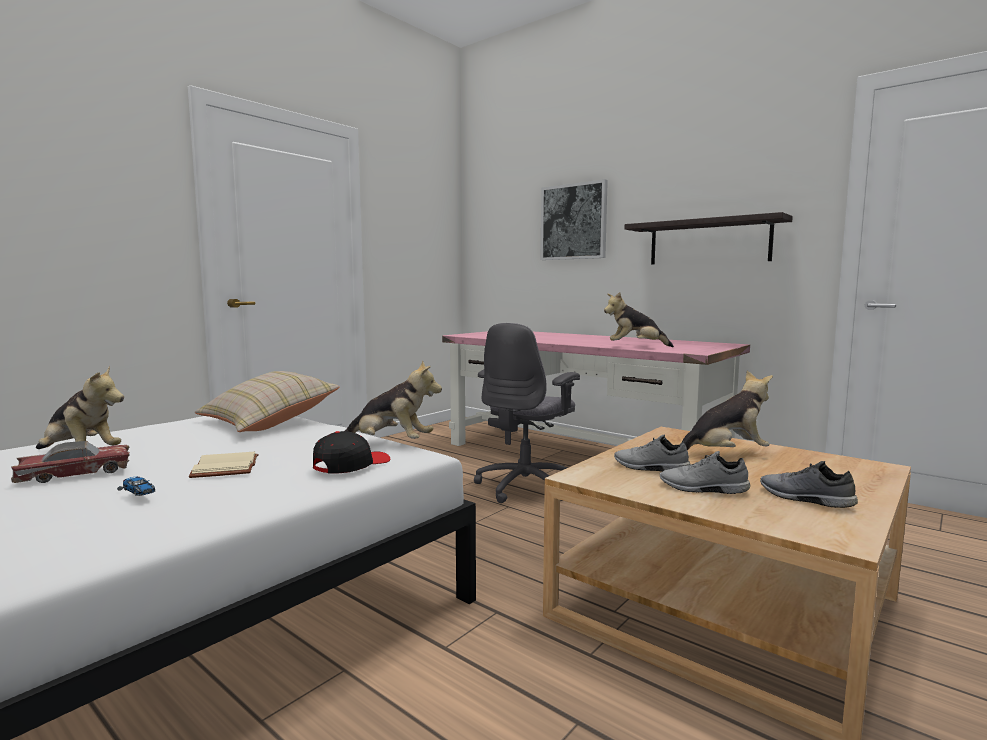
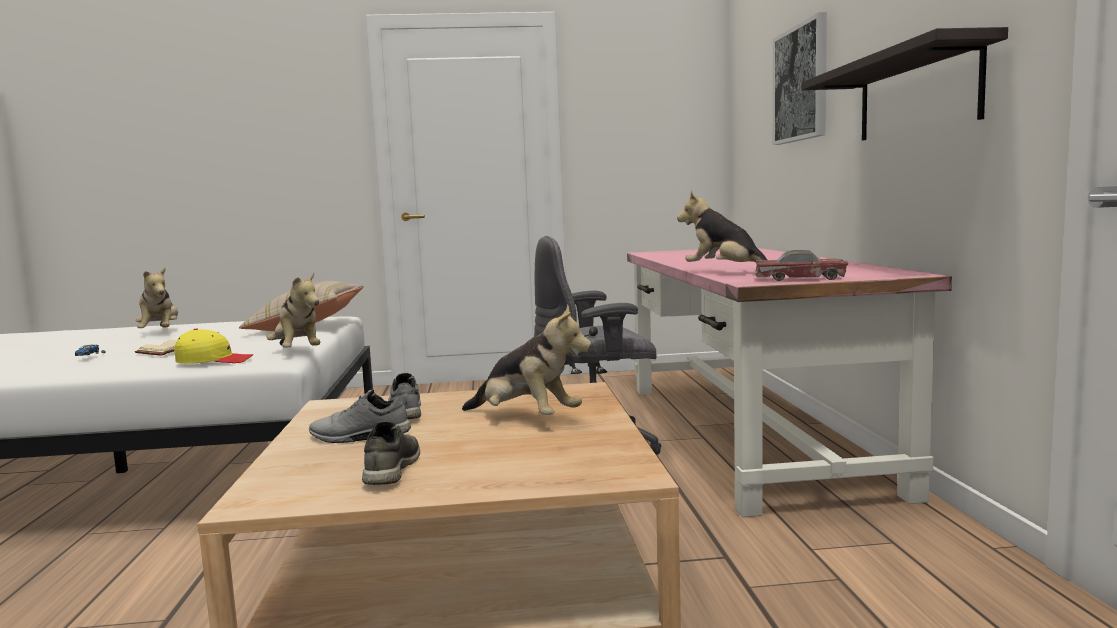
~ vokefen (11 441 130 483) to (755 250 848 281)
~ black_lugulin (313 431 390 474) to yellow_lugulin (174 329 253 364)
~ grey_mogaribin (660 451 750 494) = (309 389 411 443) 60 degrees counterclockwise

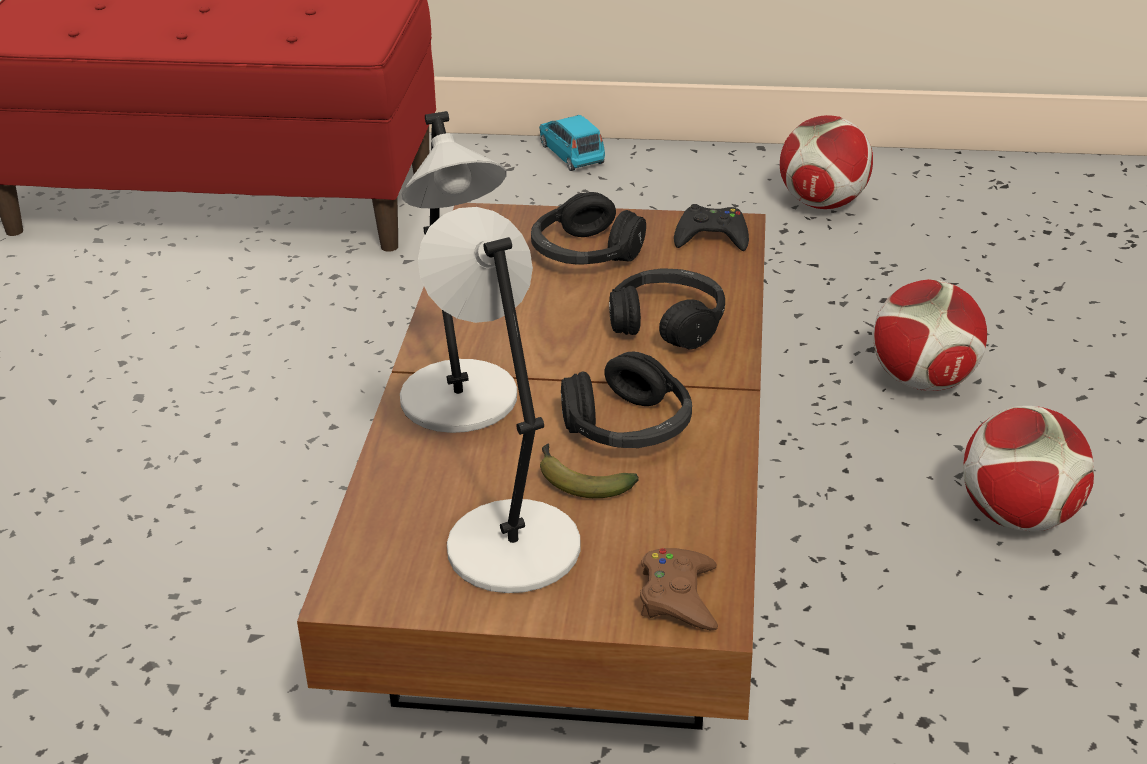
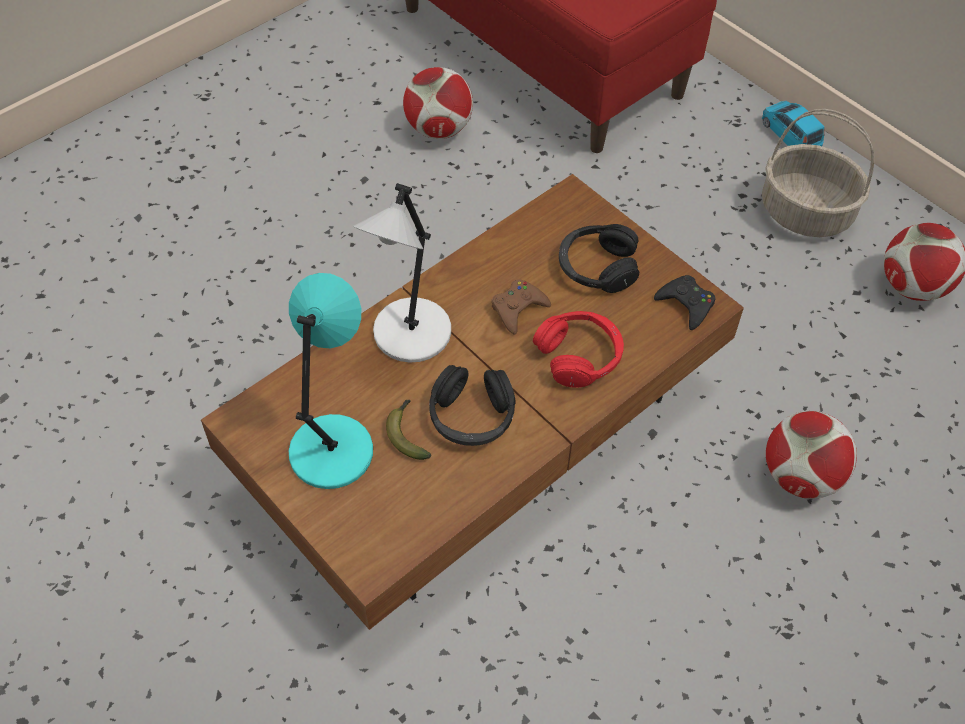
~ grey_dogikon (418 207 580 593) to turquoise_dogikon (289 273 373 489)
~ blue_vokefen (539 115 605 171) = (762 101 825 146) 45 degrees counterclockwise
~ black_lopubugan (609 268 725 350) to red_lopubugan (533 311 624 388)
~ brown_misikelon (640 548 718 630) to (491 279 551 335)
~ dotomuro (963 406 1094 531) to (403 67 473 139)
+ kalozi (762 109 875 237)

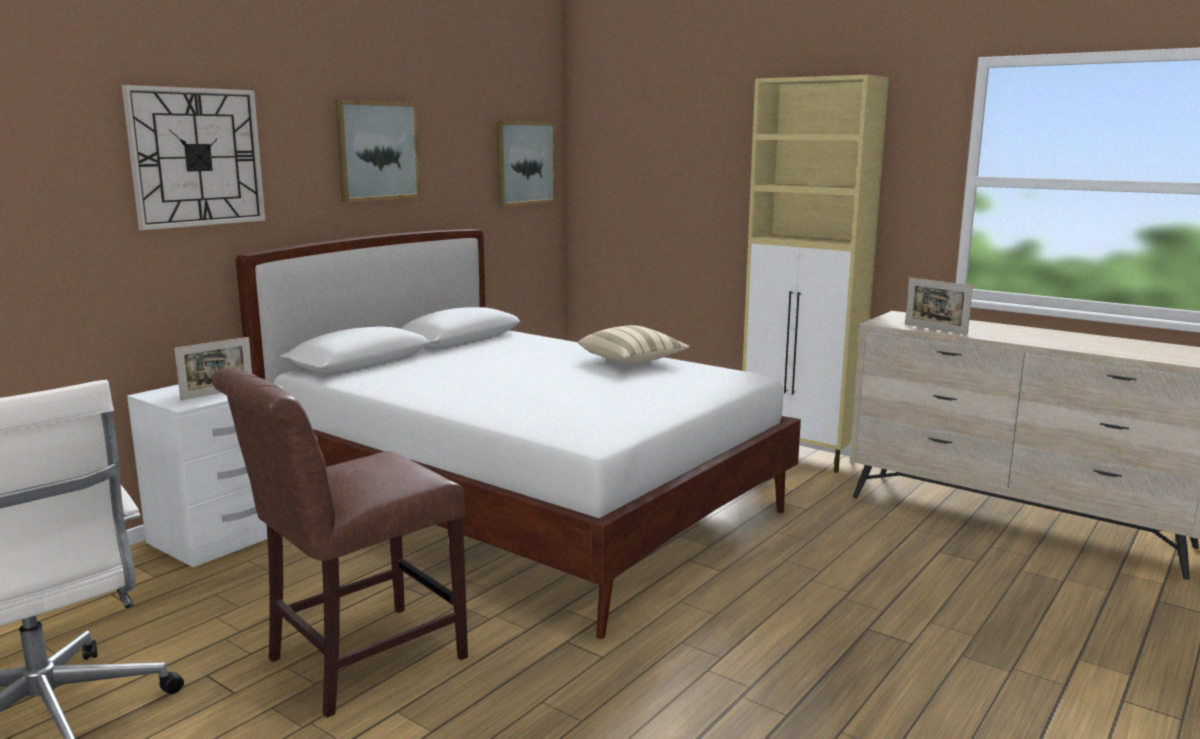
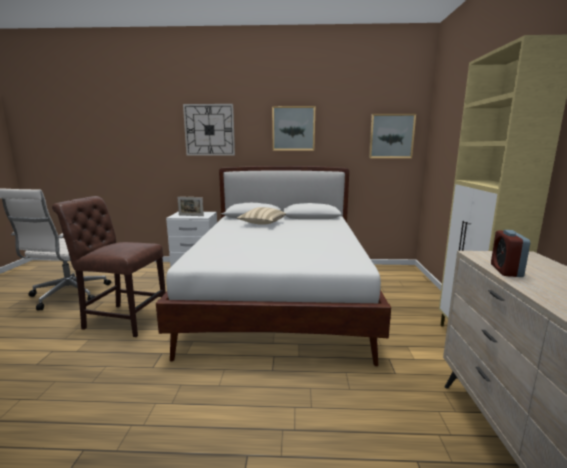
~ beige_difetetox (578 325 690 363) to (237 207 286 225)
~ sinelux (905 278 973 335) to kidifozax (491 230 530 277)

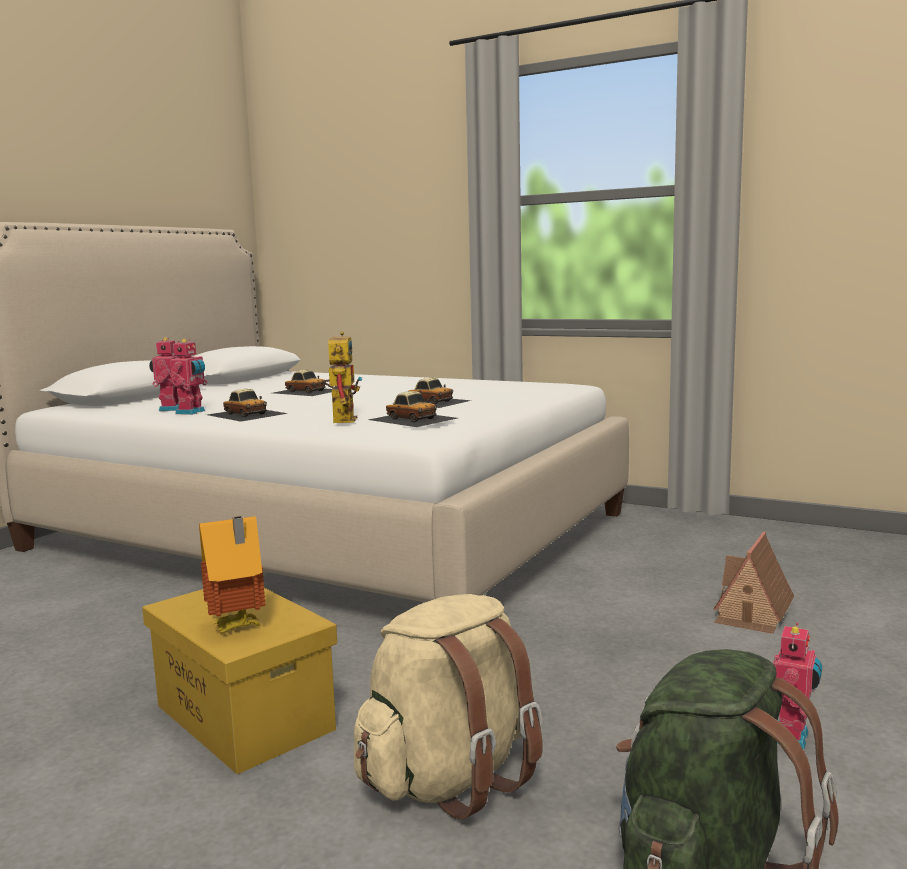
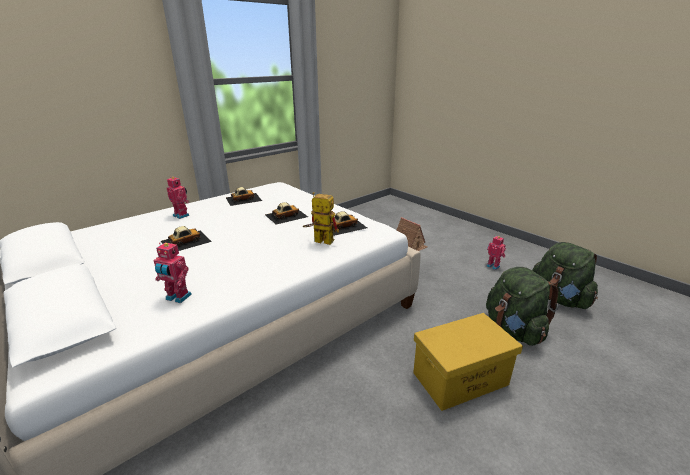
~ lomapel (170 339 208 415) to (167 177 190 219)
- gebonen (199 516 265 633)
~ vokefen (207 389 288 422) to (226 187 262 206)
~ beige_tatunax (354 594 543 820) to green_tatunax (486 267 558 346)

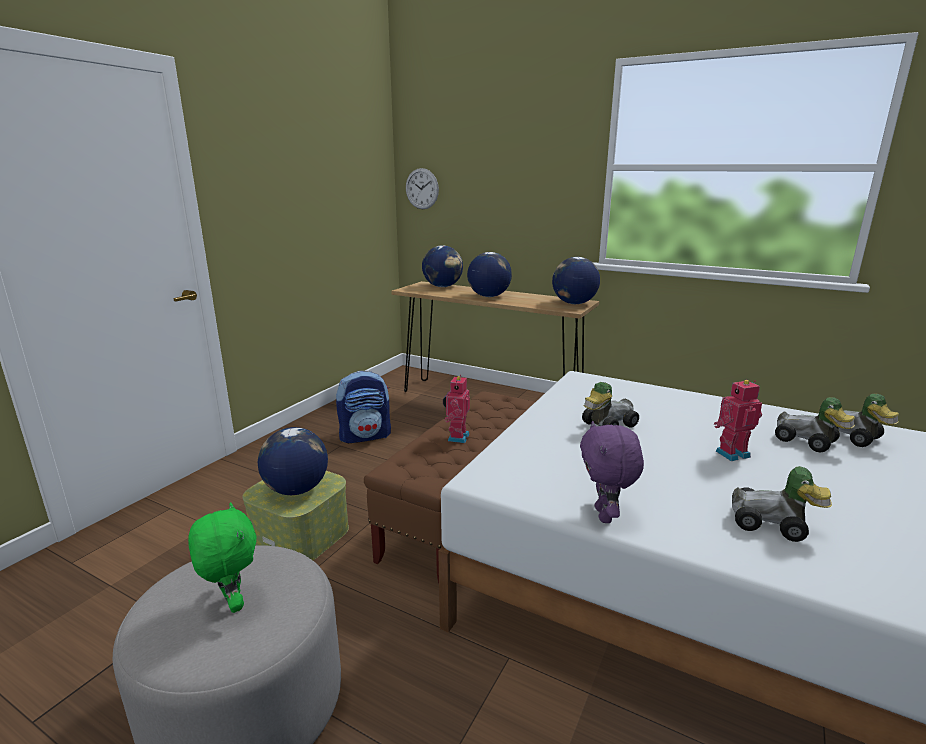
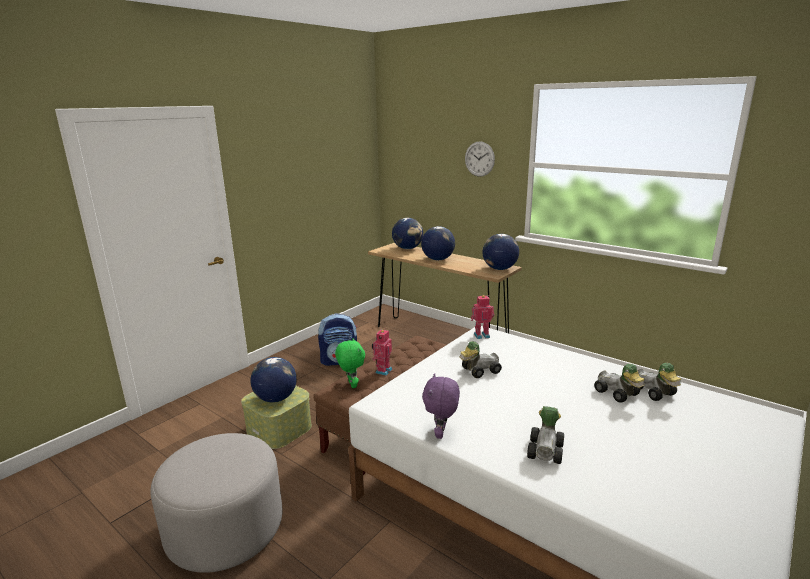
~ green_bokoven (188 502 257 613) to (335 338 365 388)
~ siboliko (406 168 439 209) to (465 141 495 177)
~ lomapel (714 380 762 461) to (471 295 494 339)
~ vokefen (732 466 832 542) = (527 406 564 464) 105 degrees counterclockwise

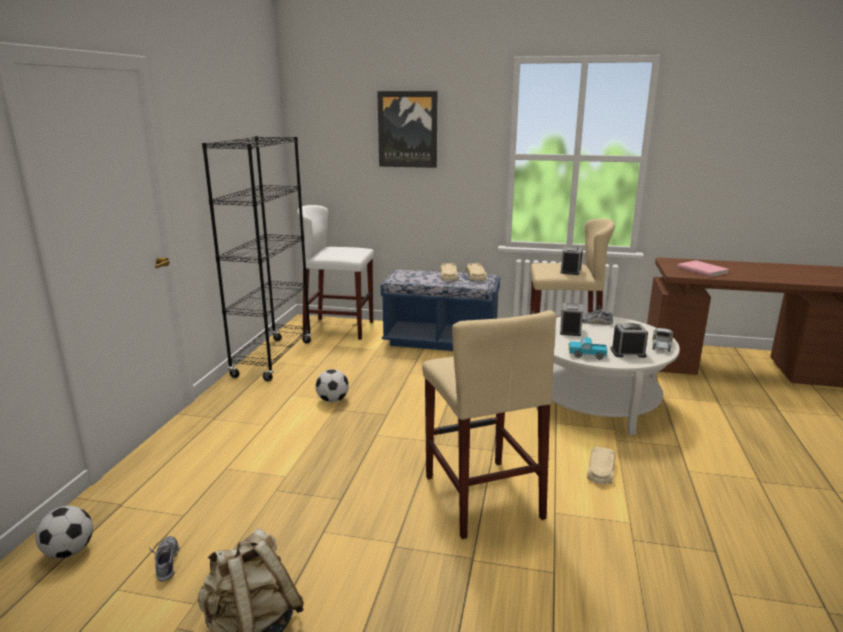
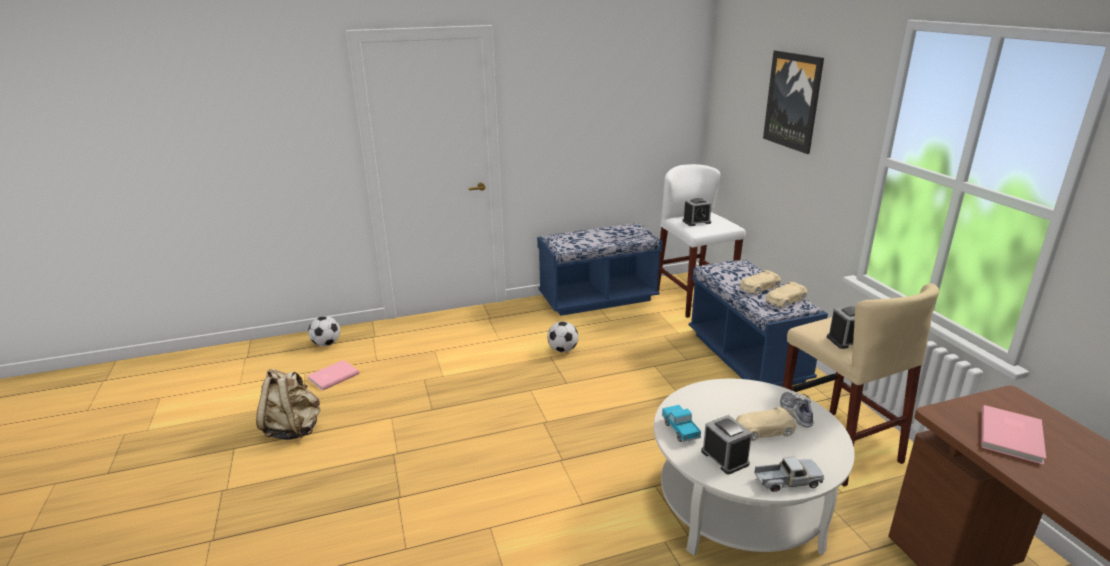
~ mogaribin (148 536 181 582) to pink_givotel (307 360 359 391)
~ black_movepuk (202 136 312 381) to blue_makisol (537 223 663 316)
- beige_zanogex (422 310 556 539)
~ kidifozax (560 303 583 336) to (683 198 712 226)
~ beige_vokefen (587 447 616 484) to (736 407 796 441)

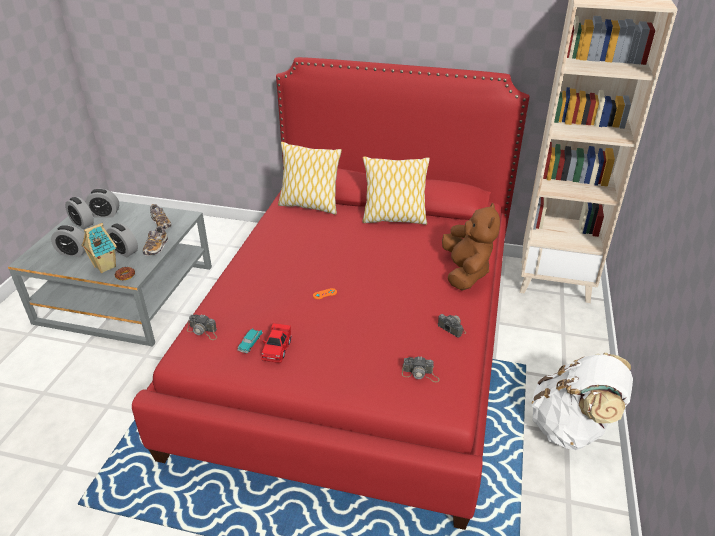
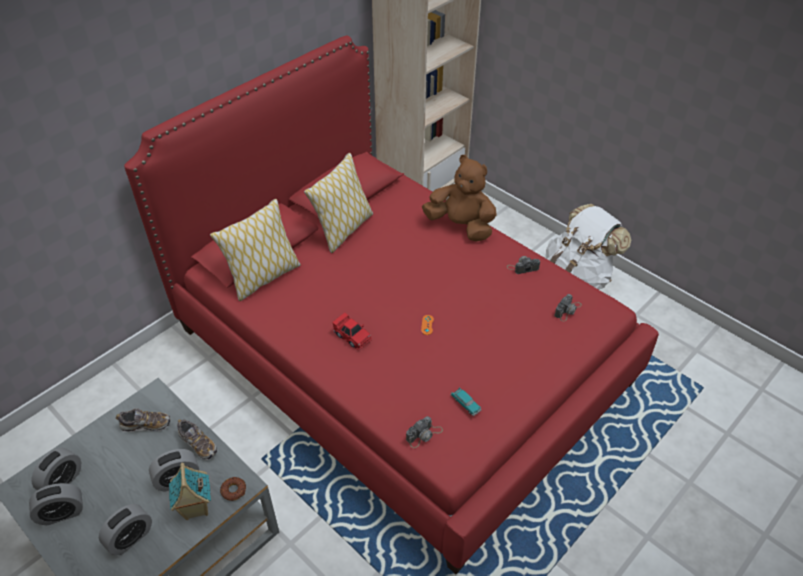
~ red_vokefen (261 323 291 363) to (332 312 372 350)

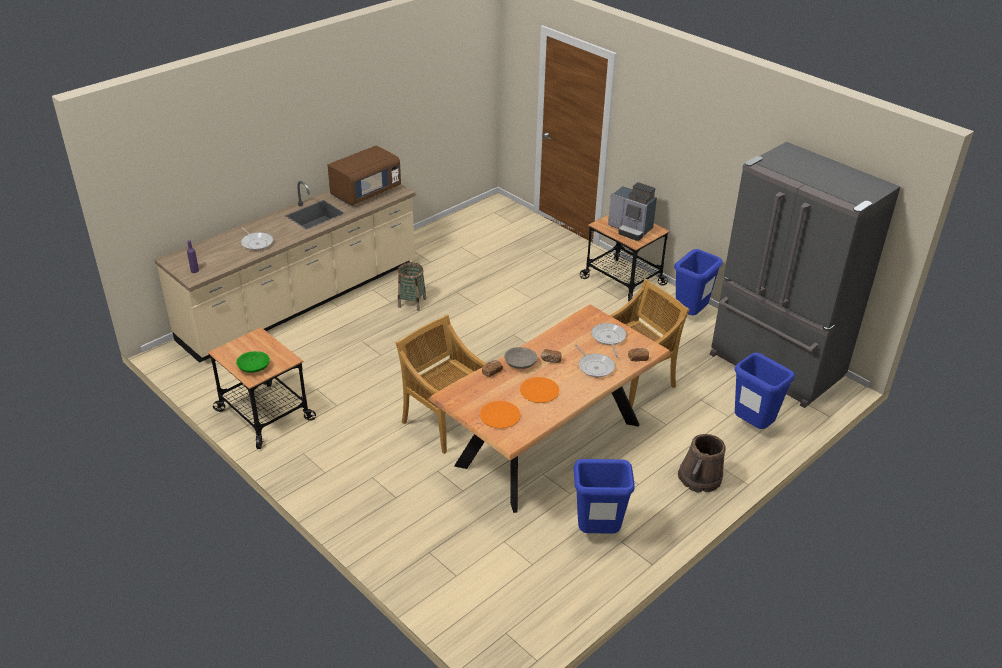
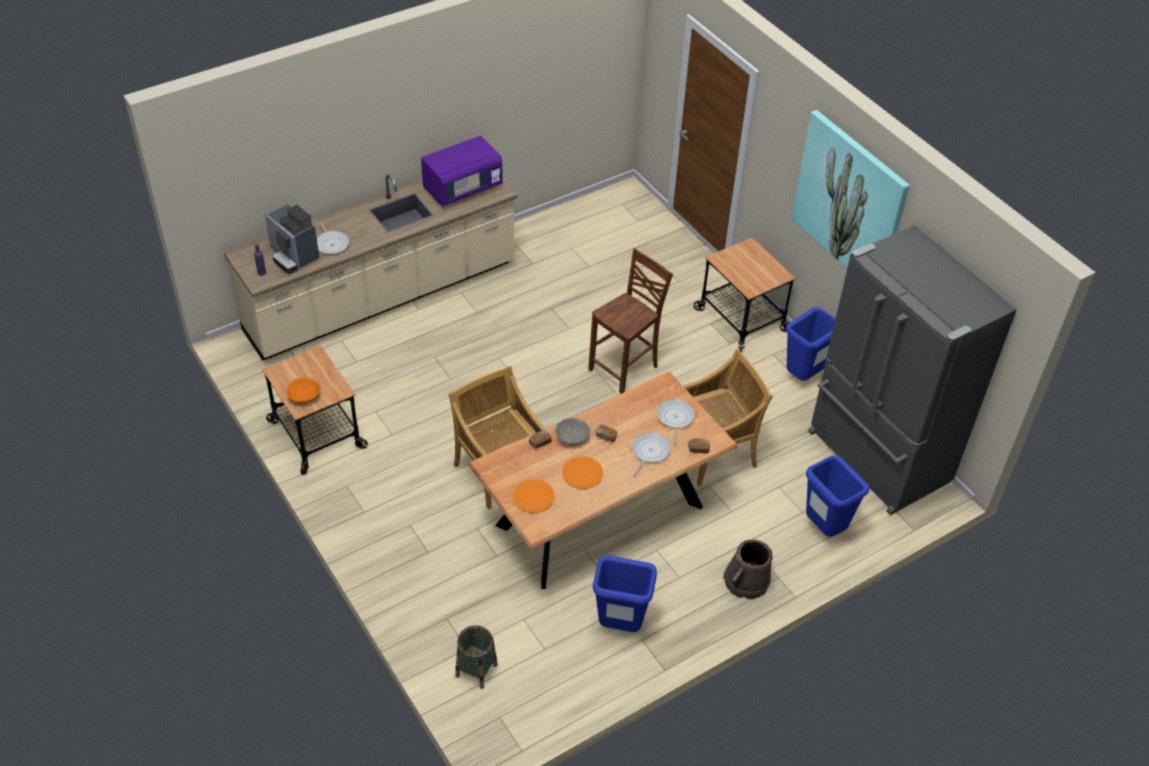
~ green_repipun (236 351 270 373) to orange_repipun (286 378 321 403)
~ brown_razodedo (328 145 401 205) to purple_razodedo (421 136 503 206)
~ kalozi (398 262 426 311) to (455 625 498 689)
~ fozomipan (575 345 615 377) = (632 433 671 477) 135 degrees counterclockwise
~ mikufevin (608 182 657 241) to (265 204 319 274)
+ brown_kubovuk (588 248 673 394)
+ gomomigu (791 110 910 268)

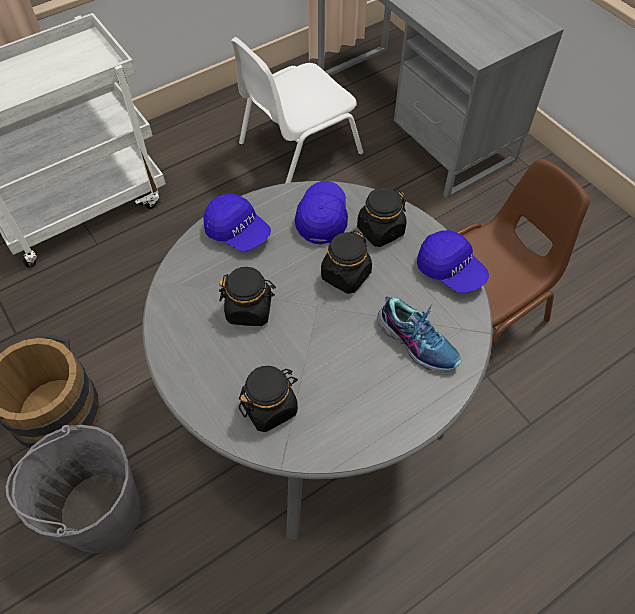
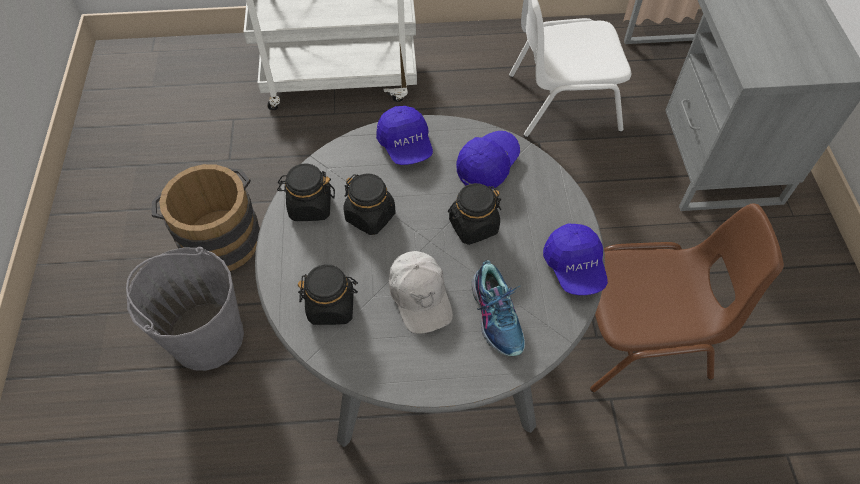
~ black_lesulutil (357 188 407 247) to (277 163 335 221)
+ white_lugulin (389 251 453 334)

